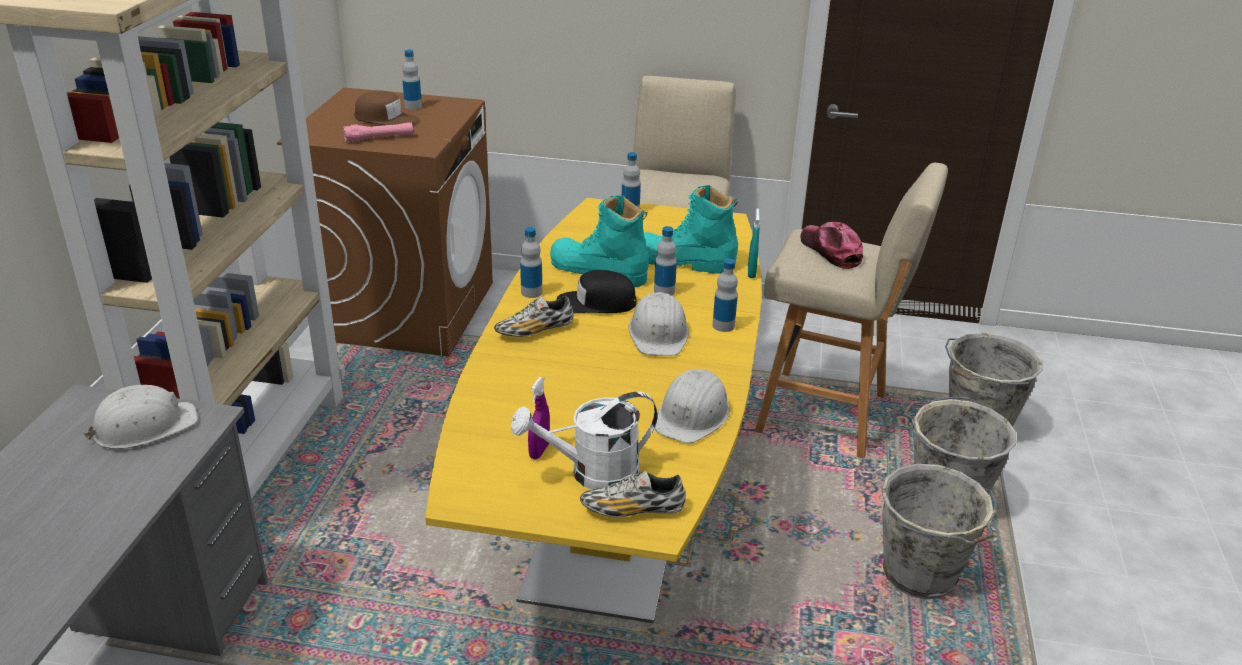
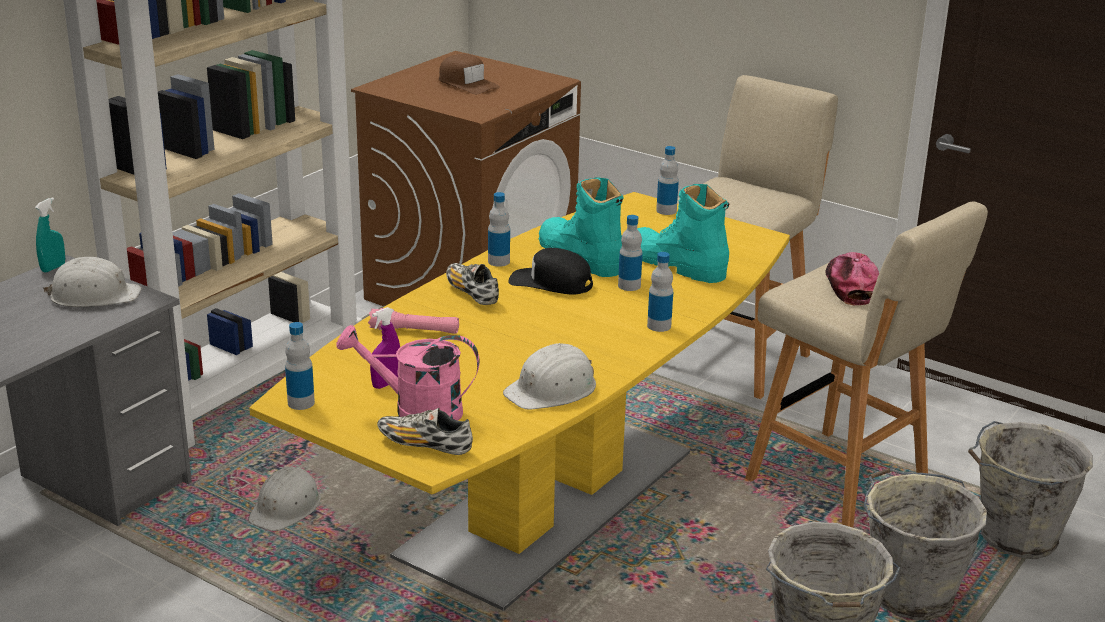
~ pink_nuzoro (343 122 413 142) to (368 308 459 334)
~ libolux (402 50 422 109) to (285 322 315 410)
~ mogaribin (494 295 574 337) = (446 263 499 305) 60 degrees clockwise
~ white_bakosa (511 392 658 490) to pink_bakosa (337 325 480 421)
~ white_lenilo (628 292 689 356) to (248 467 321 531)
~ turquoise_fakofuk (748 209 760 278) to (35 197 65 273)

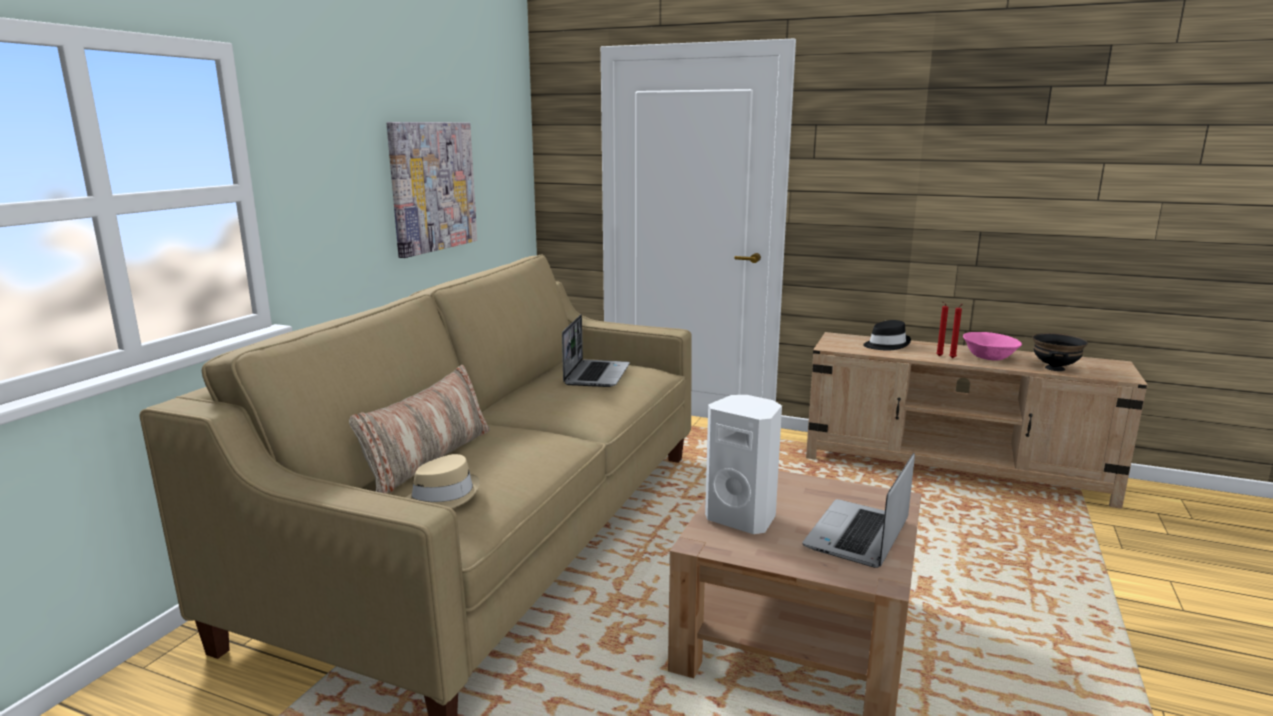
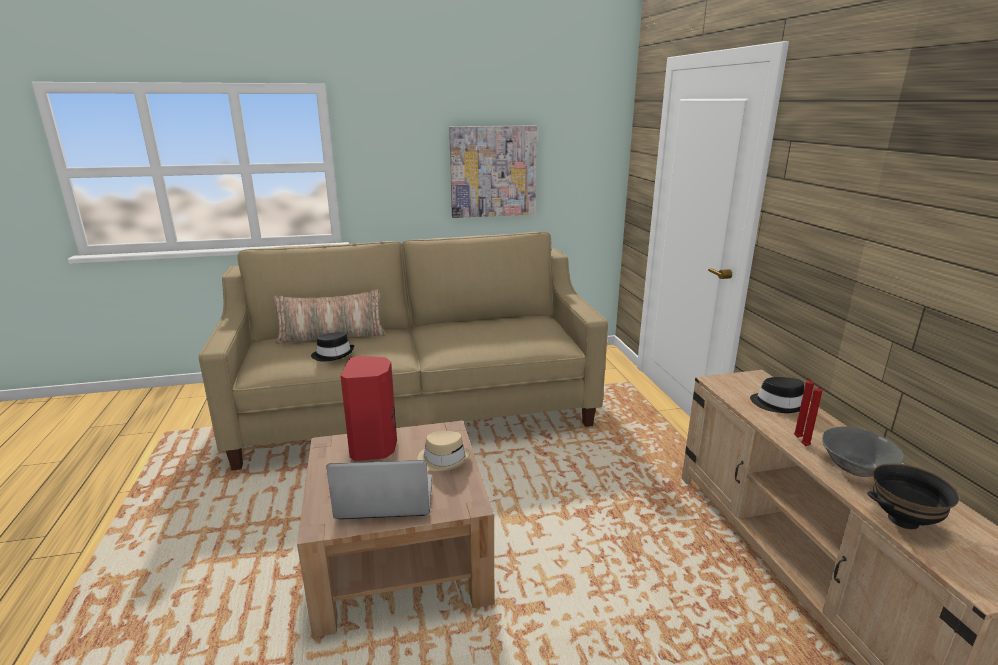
~ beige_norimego (406 454 480 509) to (417 431 470 472)
- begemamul (562 314 630 387)
~ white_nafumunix (705 395 782 534) to red_nafumunix (340 356 397 461)
~ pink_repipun (963 332 1022 361) to grey_repipun (822 426 904 477)
+ black_norimego (311 332 354 362)

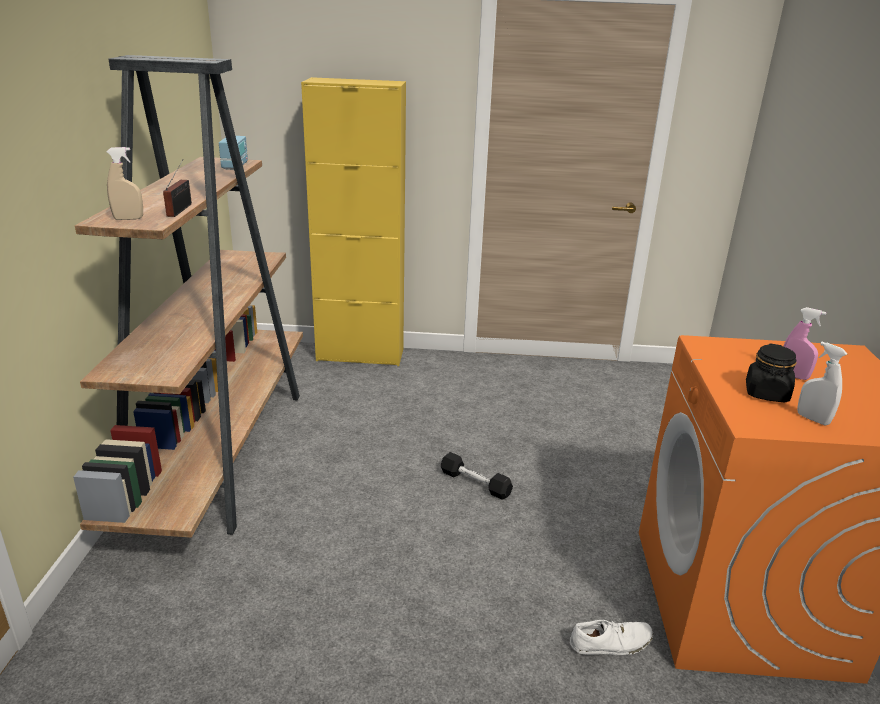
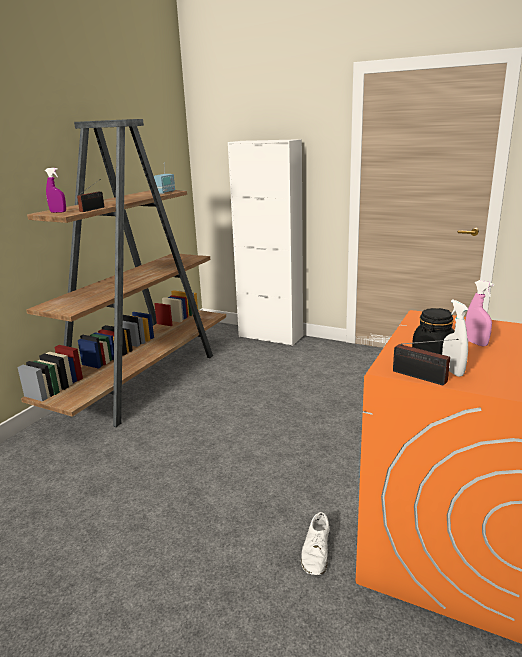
~ beige_fakofuk (106 147 143 220) to purple_fakofuk (45 168 66 213)
~ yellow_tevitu (301 77 406 366) to white_tevitu (228 139 303 346)
- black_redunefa (441 452 513 500)
~ white_mogaribin (570 620 653 655) = (301 512 329 575) 90 degrees clockwise
+ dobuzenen (393 339 459 385)

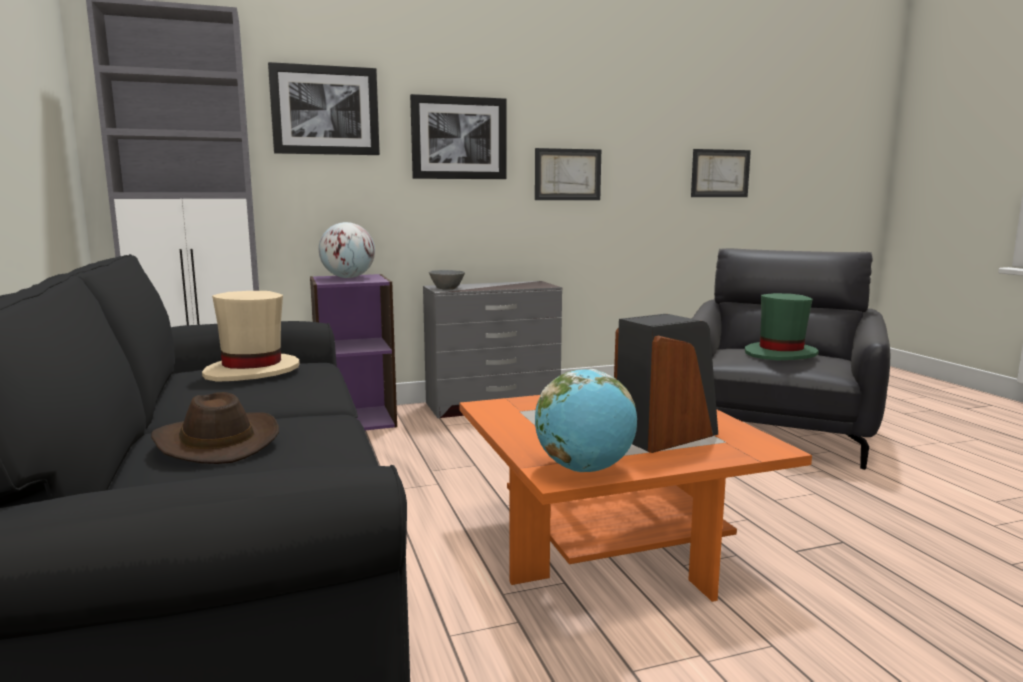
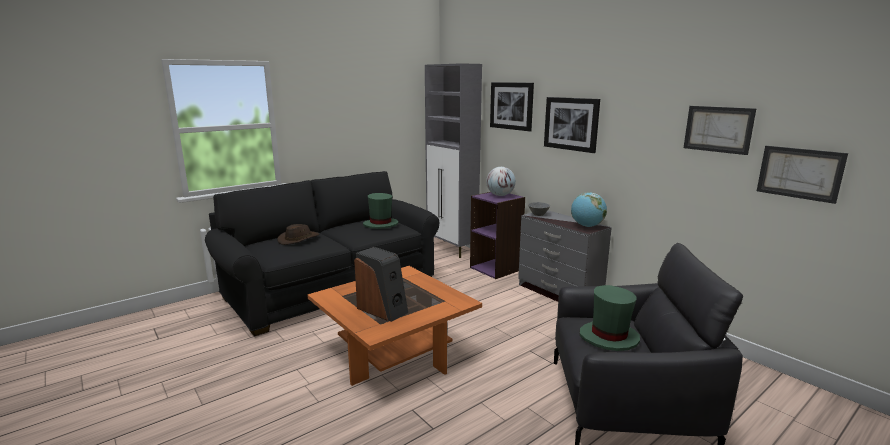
~ beige_norimego (202 291 300 382) to green_norimego (363 193 398 229)
~ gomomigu (535 148 601 200) to (684 106 756 155)
~ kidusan (535 369 637 472) to (571 192 607 227)

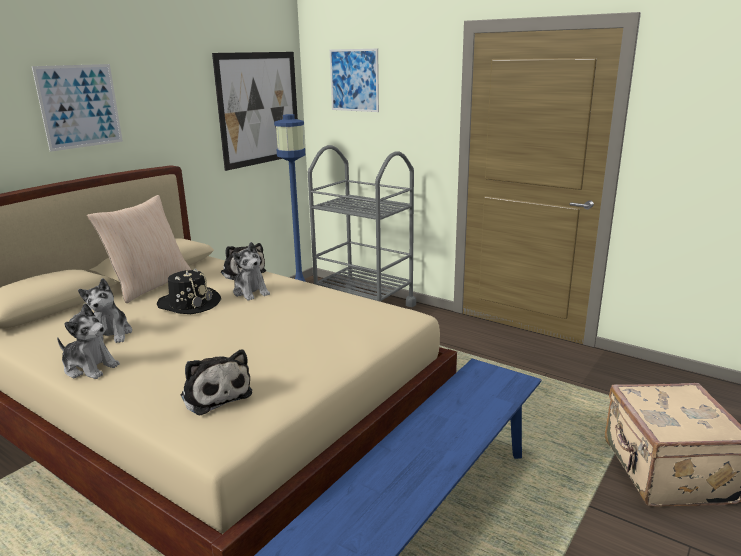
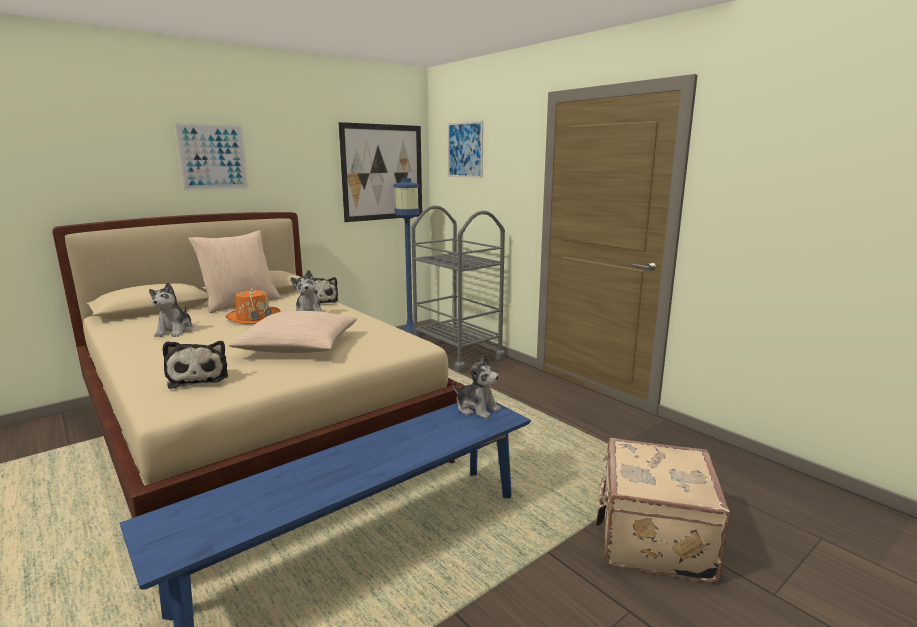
~ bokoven (57 303 120 379) to (453 354 501 419)
~ black_norimego (157 269 221 314) to orange_norimego (226 287 281 324)
+ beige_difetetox (228 311 357 353)

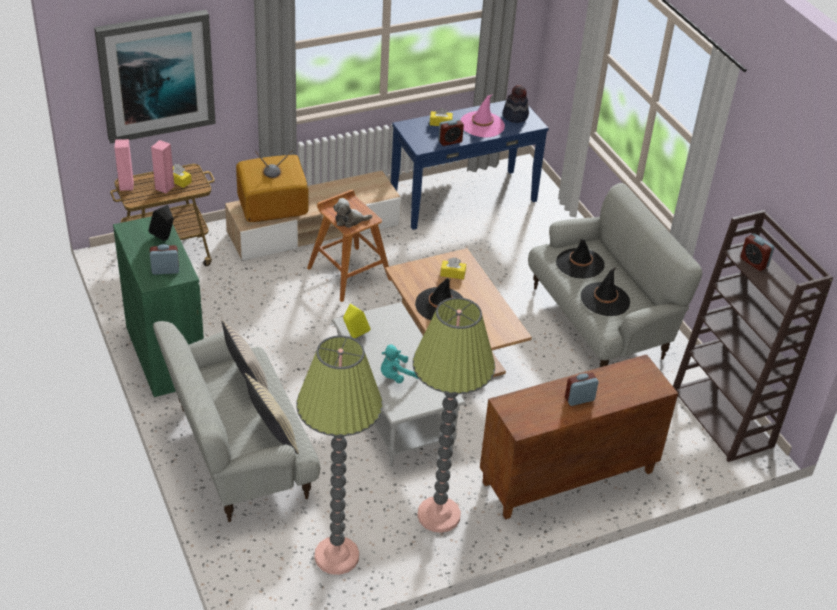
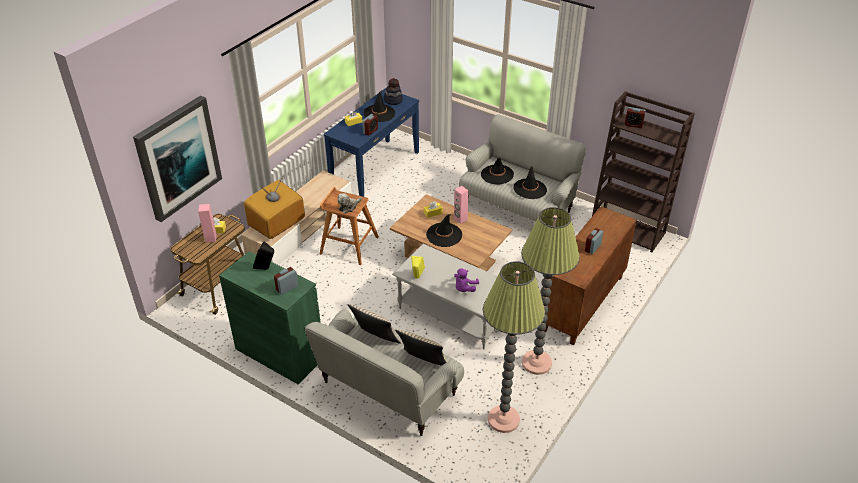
~ pink_nafumunix (114 139 134 191) to (454 186 468 224)
~ turquoise_bokoven (381 345 419 383) to purple_bokoven (454 268 479 292)
~ pink_norimego (461 94 505 138) to black_norimego (364 91 395 122)

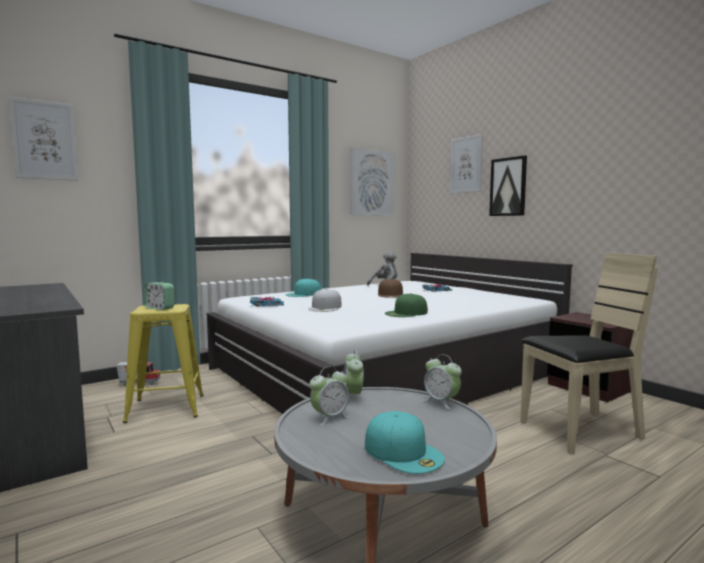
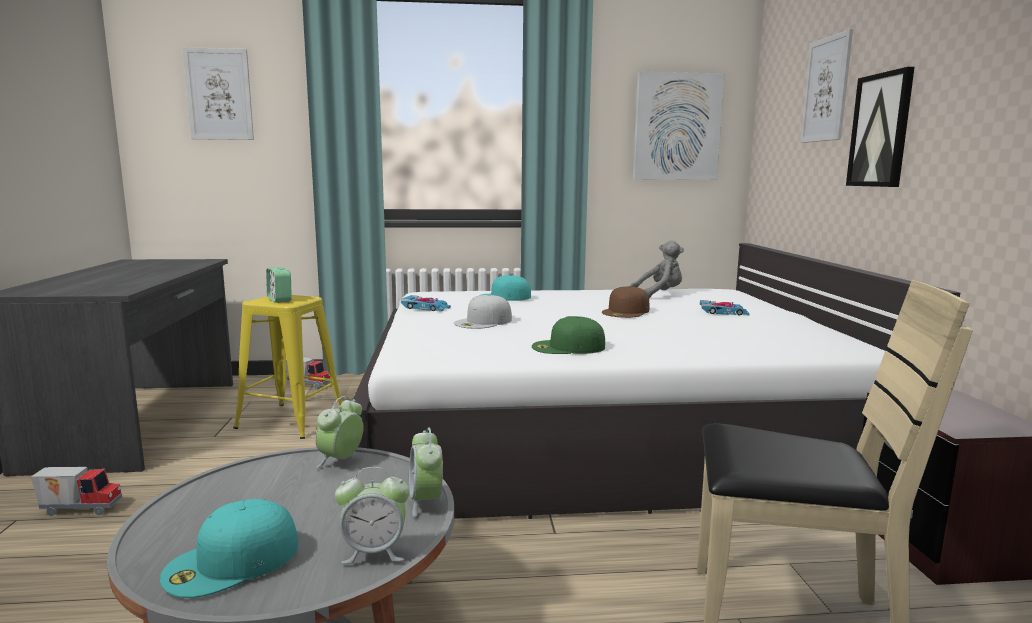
~ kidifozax (310 366 350 426) to (335 467 410 564)
~ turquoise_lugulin (365 411 445 474) = (160 499 298 598) 60 degrees clockwise
+ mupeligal (31 467 122 516)

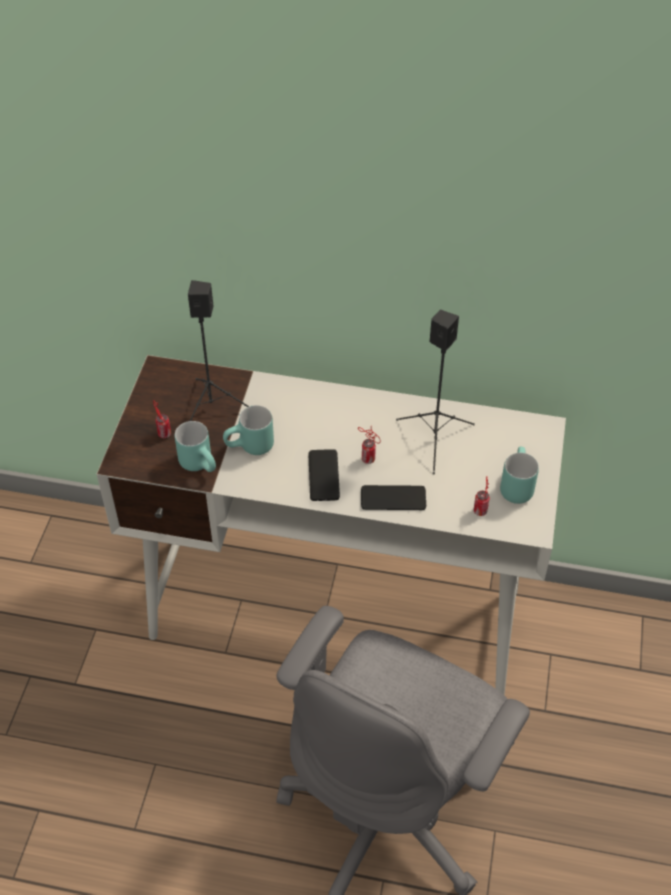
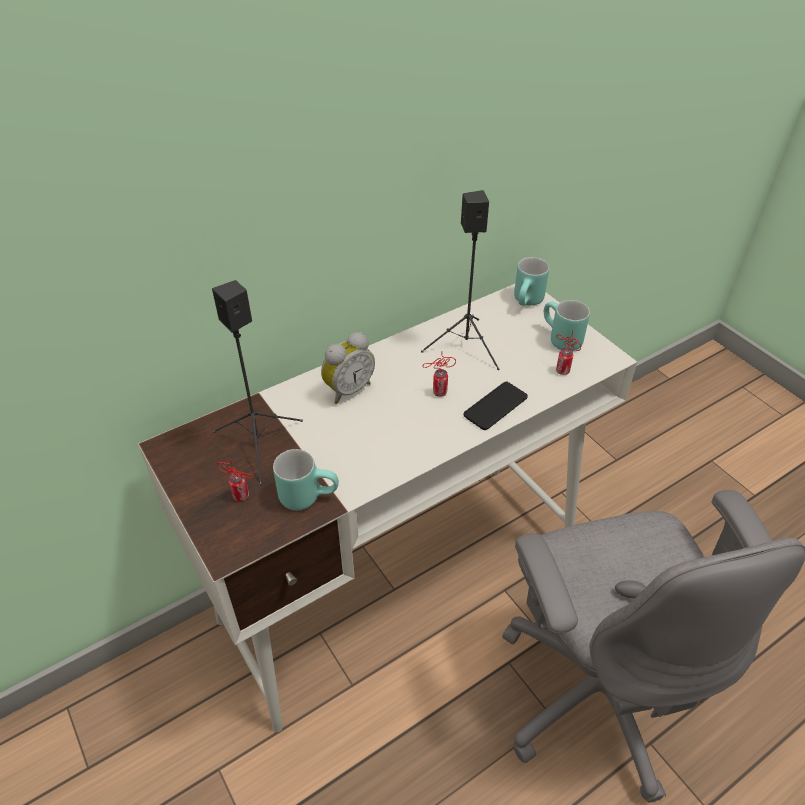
~ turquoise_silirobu (223 405 274 455) to (514 257 549 306)
- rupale (308 449 340 501)
+ kidifozax (321 332 375 404)

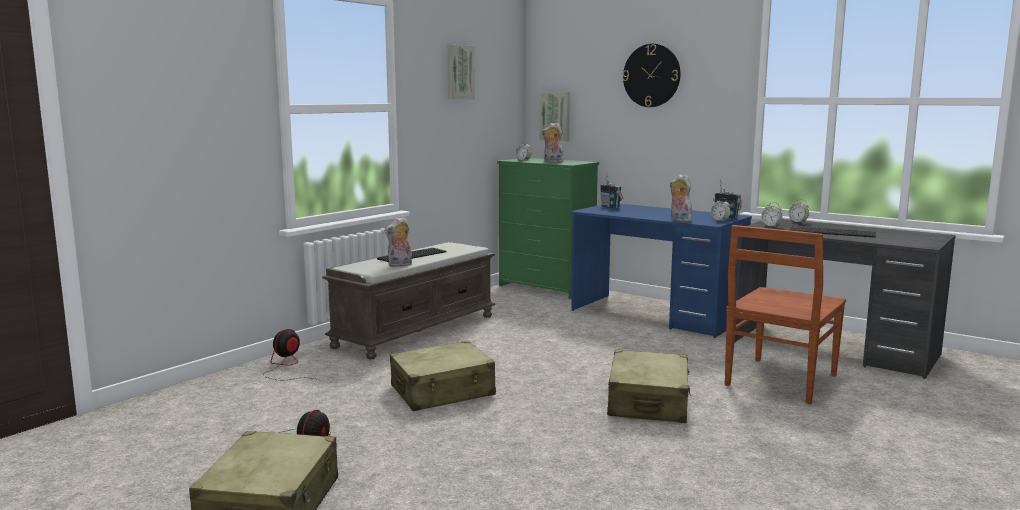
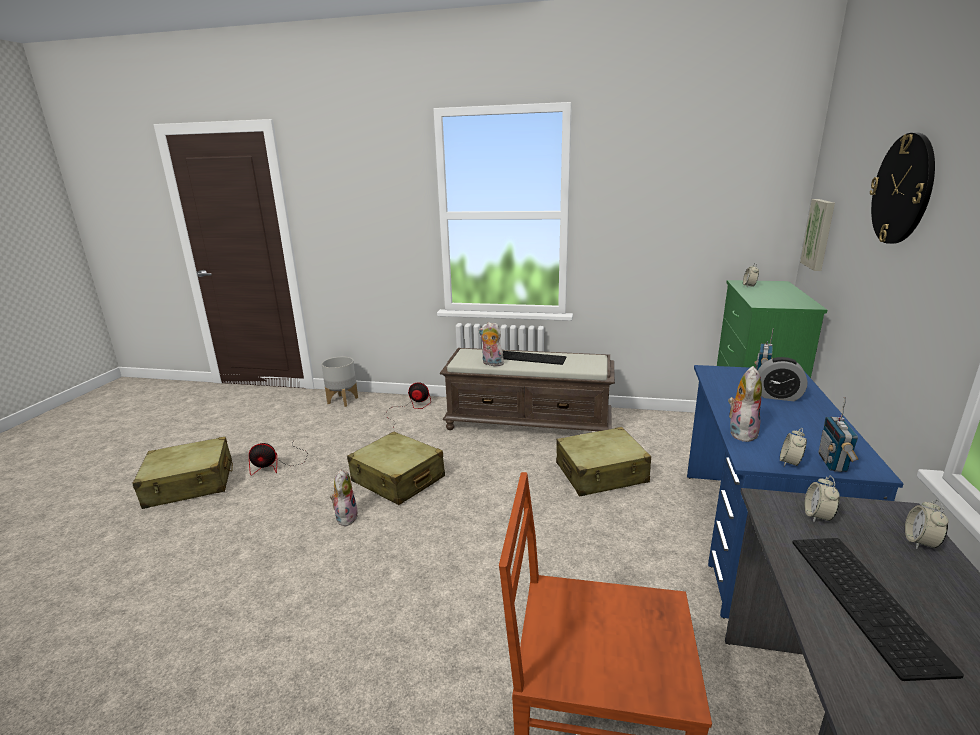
- gomomigu (447 44 475 99)
~ bokoven (542 123 564 162) to (330 469 358 526)
~ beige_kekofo (607 350 691 423) to (556 427 651 496)
+ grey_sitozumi (321 356 358 407)
+ kidifozax (757 357 808 401)

